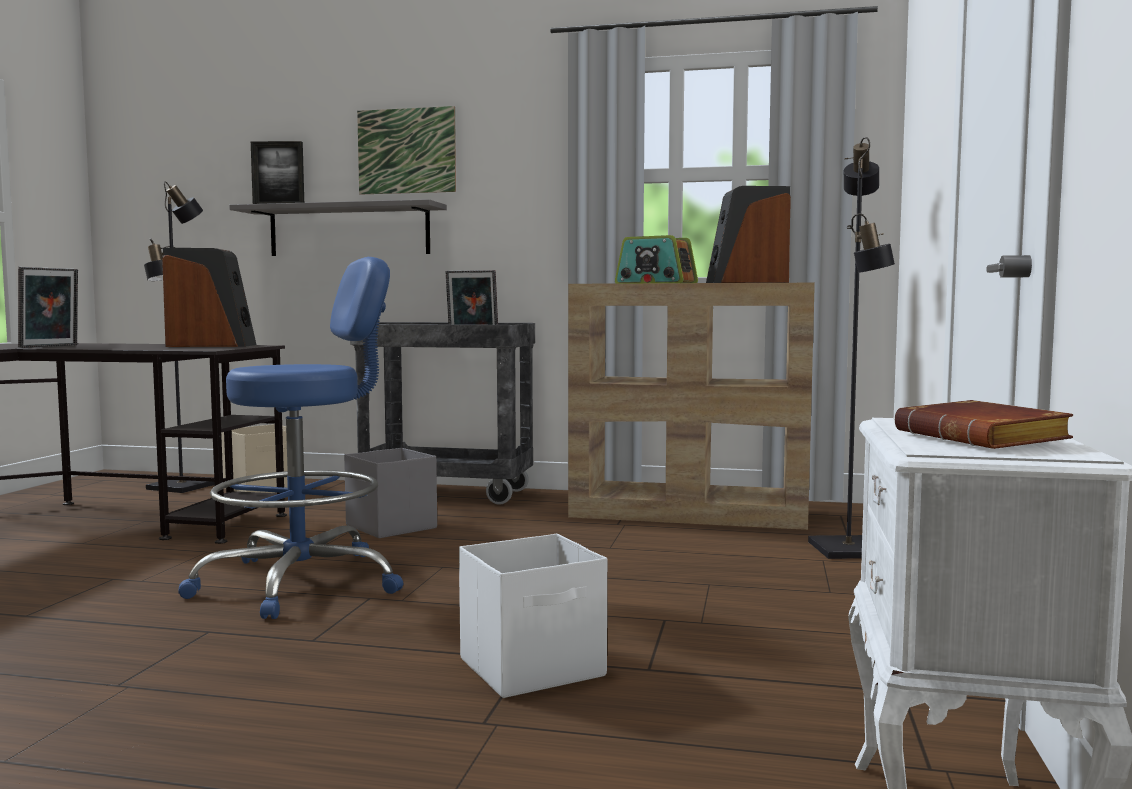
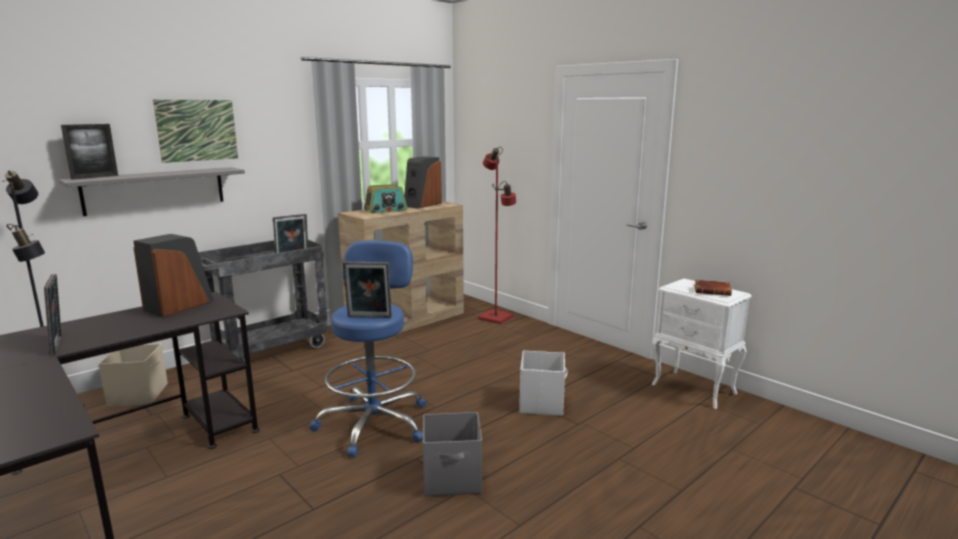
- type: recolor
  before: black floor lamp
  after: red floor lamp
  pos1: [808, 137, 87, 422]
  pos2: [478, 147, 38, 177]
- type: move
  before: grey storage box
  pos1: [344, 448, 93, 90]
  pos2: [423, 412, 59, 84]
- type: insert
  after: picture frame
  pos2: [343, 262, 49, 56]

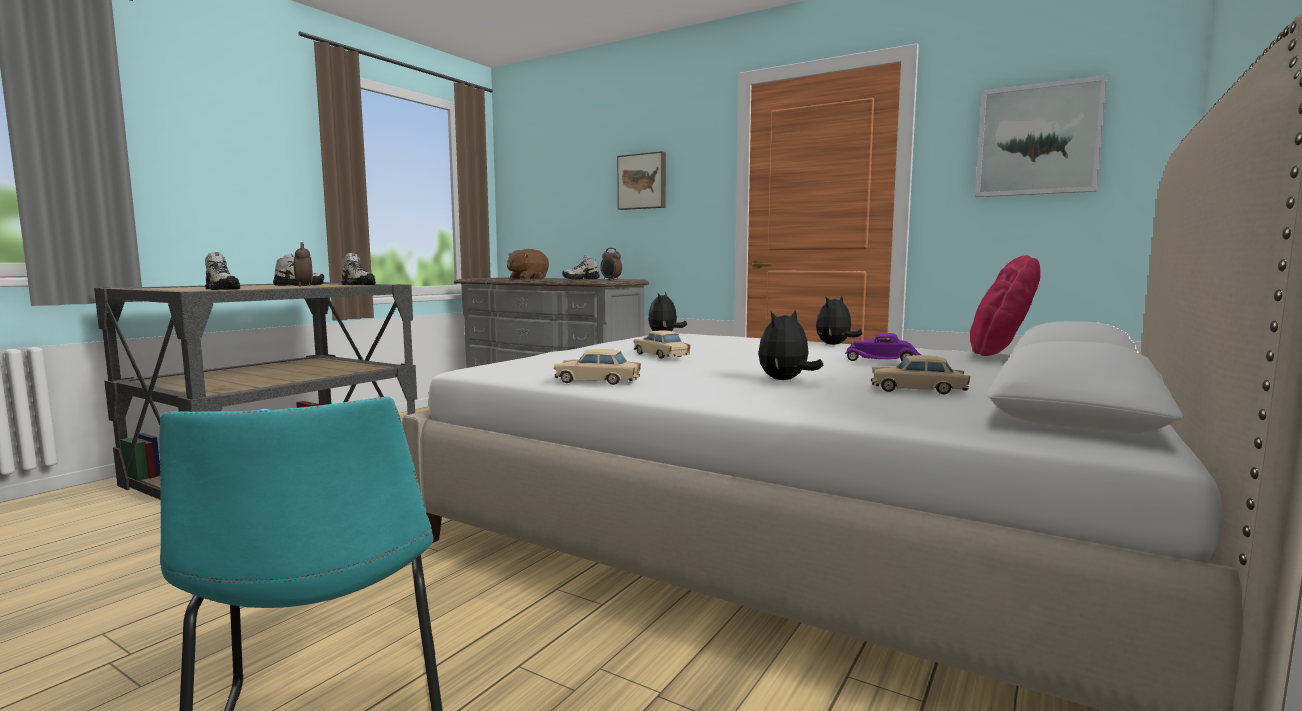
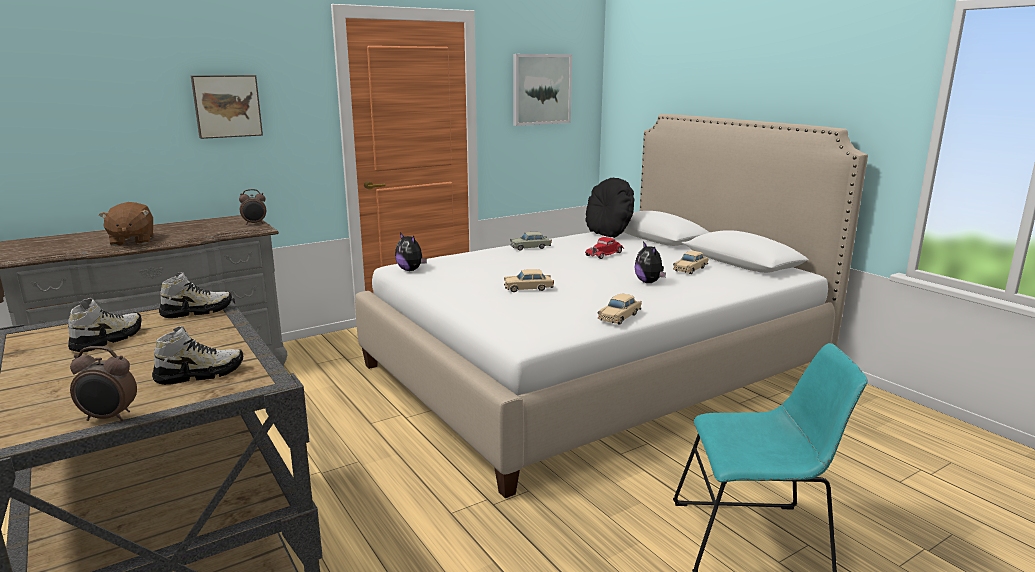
- type: move
  before: alarm clock
  pos1: [294, 242, 19, 45]
  pos2: [70, 346, 67, 75]
- type: delete
  before: shoe
  pos1: [562, 255, 38, 25]
- type: recolor
  before: pink pillow
  after: black pillow
  pos1: [970, 255, 71, 101]
  pos2: [585, 178, 49, 60]
- type: replace
  before: plush toy
  after: beige toy car
  pos1: [816, 295, 46, 50]
  pos2: [510, 232, 42, 18]
- type: recolor
  before: purple toy car
  after: red toy car
  pos1: [845, 333, 76, 28]
  pos2: [585, 237, 39, 22]

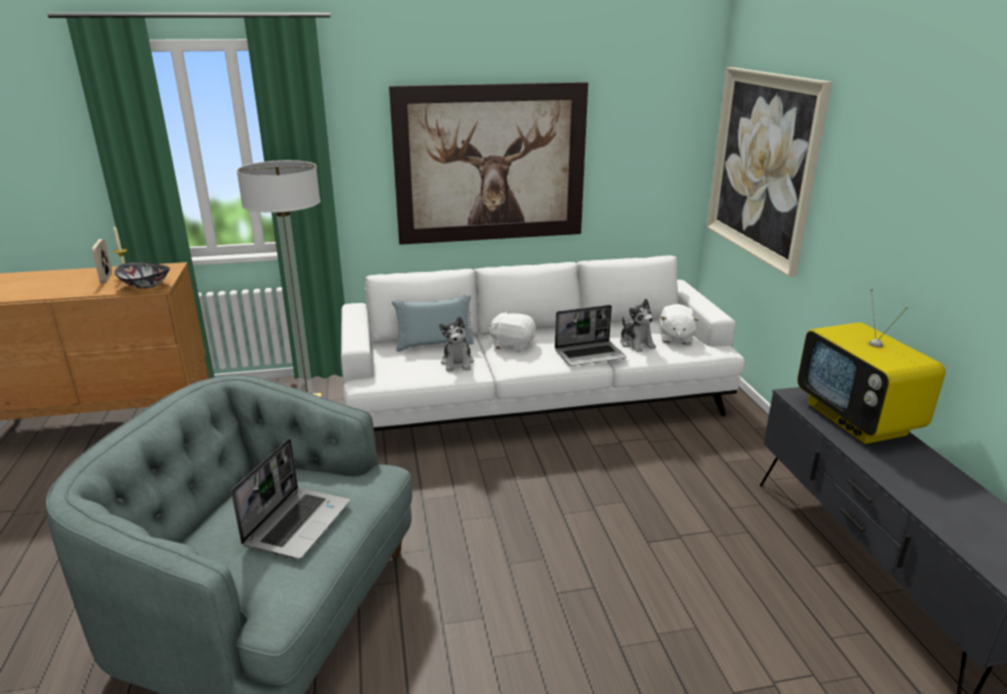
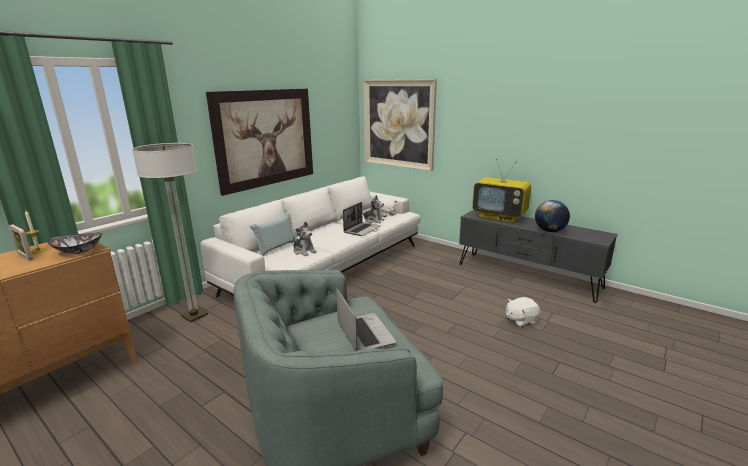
- type: move
  before: white plush toy
  pos1: [488, 311, 48, 41]
  pos2: [506, 297, 34, 30]
- type: insert
  after: globe
  pos2: [535, 200, 35, 32]

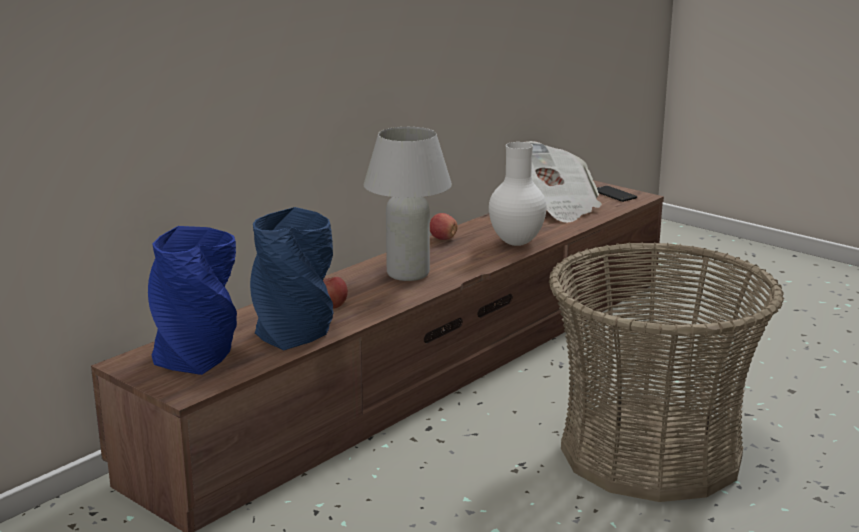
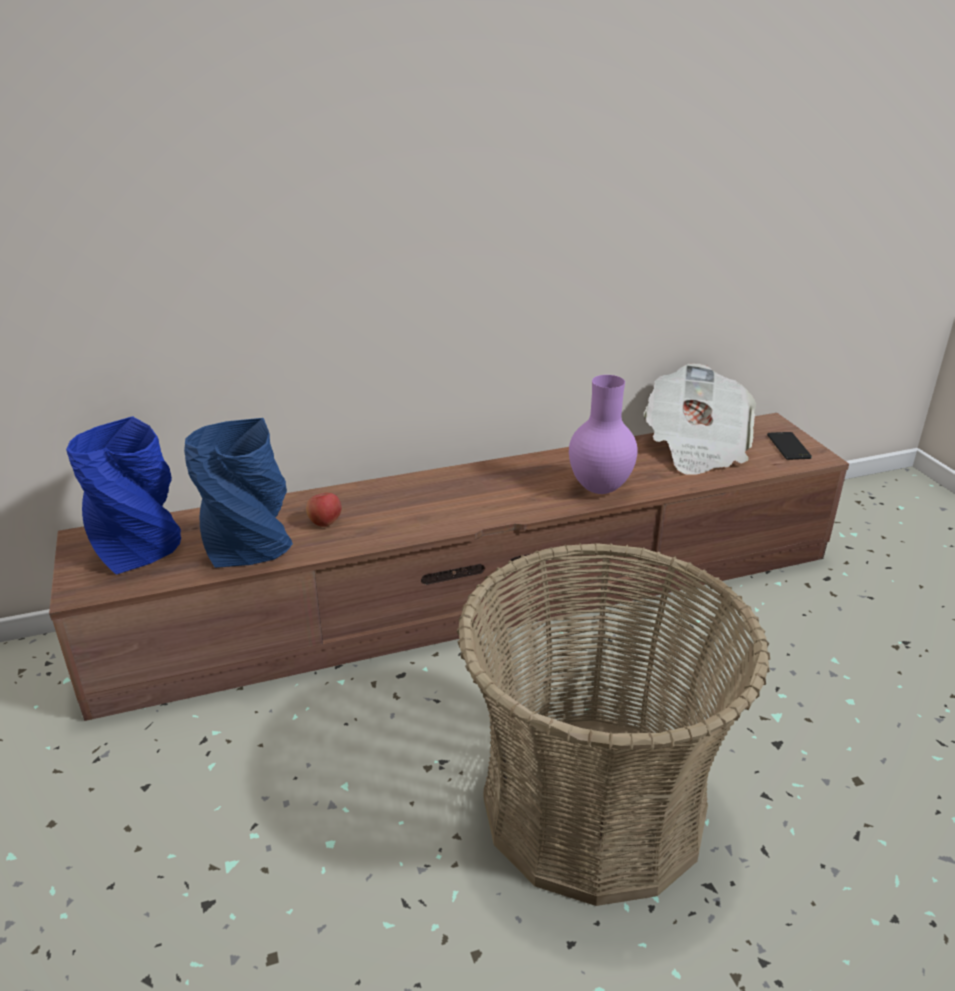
- type: delete
  before: white table lamp
  pos1: [363, 127, 89, 154]
- type: recolor
  before: white vase
  after: purple vase
  pos1: [489, 142, 58, 104]
  pos2: [569, 375, 69, 119]
- type: delete
  before: apple
  pos1: [430, 213, 27, 27]

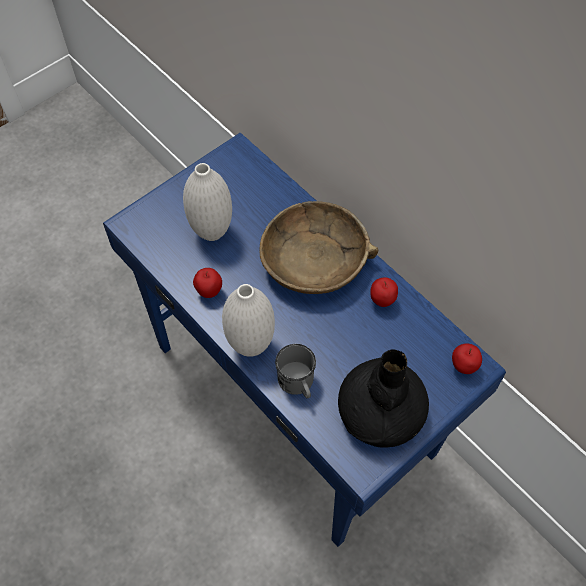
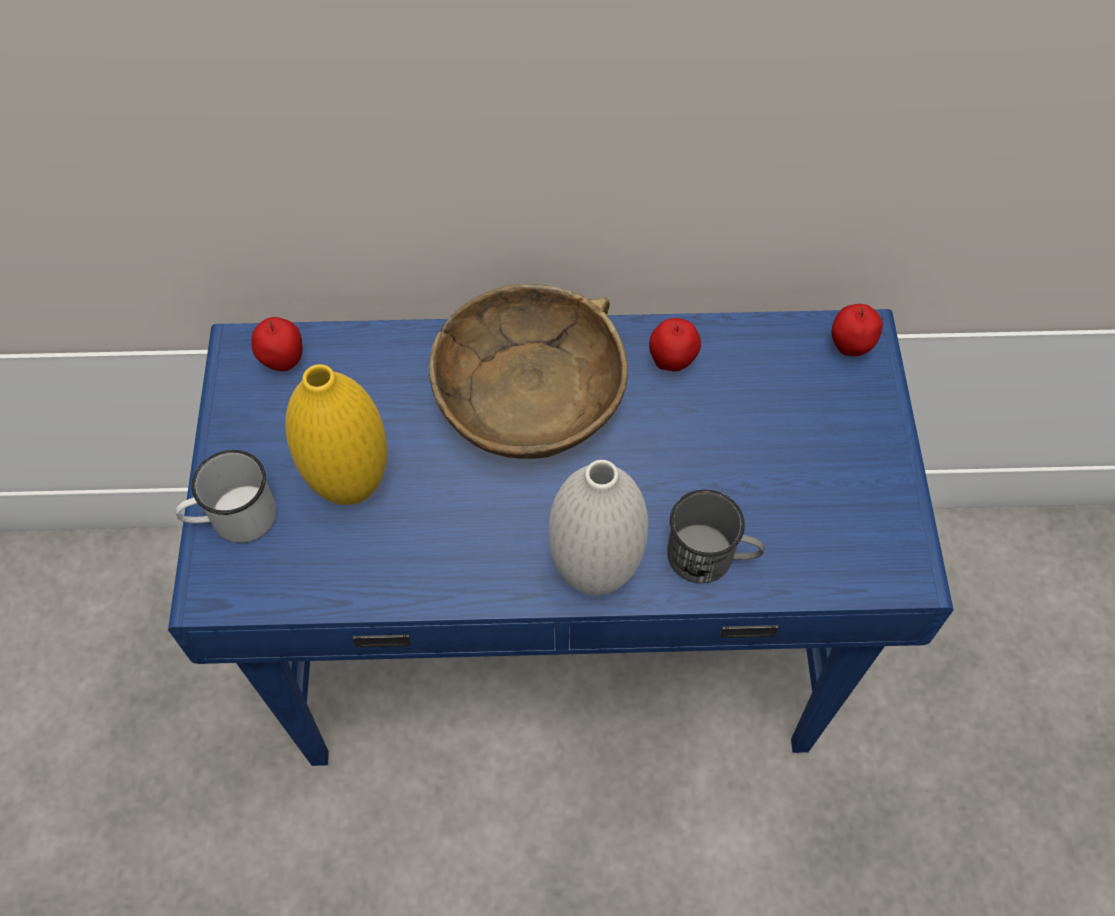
- type: recolor
  before: white vase
  after: yellow vase
  pos1: [183, 163, 49, 78]
  pos2: [285, 364, 102, 141]
- type: move
  before: apple
  pos1: [193, 268, 29, 30]
  pos2: [251, 317, 51, 54]
- type: delete
  before: black vase
  pos1: [338, 350, 91, 98]
- type: insert
  after: white mug
  pos2: [175, 450, 102, 93]

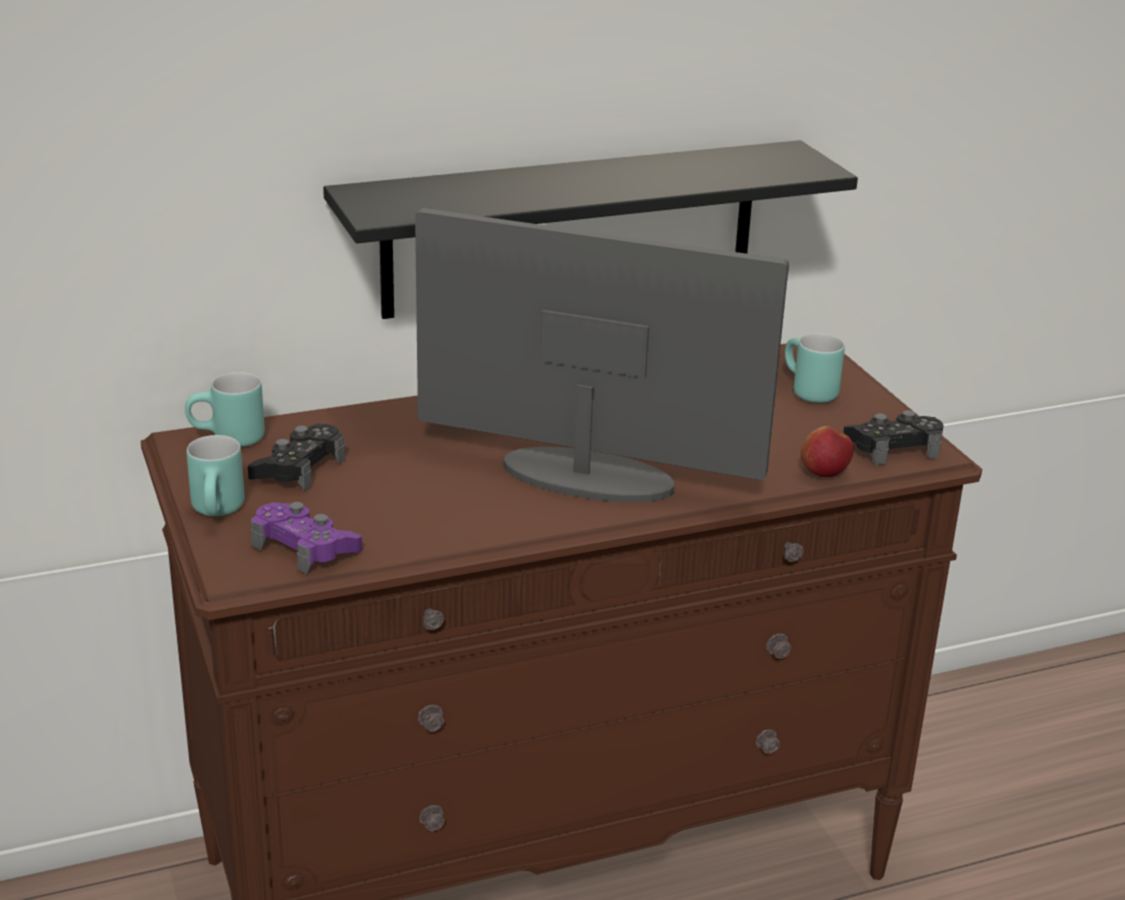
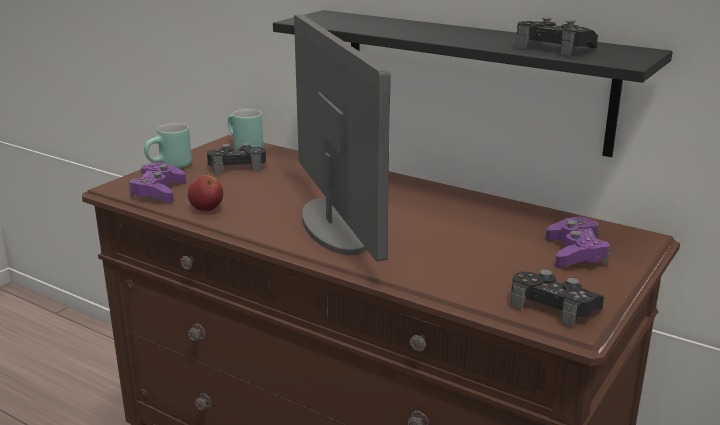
- type: replace
  before: turquoise mug
  after: purple game controller
  pos1: [785, 333, 60, 70]
  pos2: [545, 217, 65, 50]
- type: move
  before: apple
  pos1: [800, 426, 54, 51]
  pos2: [188, 175, 35, 37]
- type: insert
  after: black game controller
  pos2: [516, 17, 82, 39]

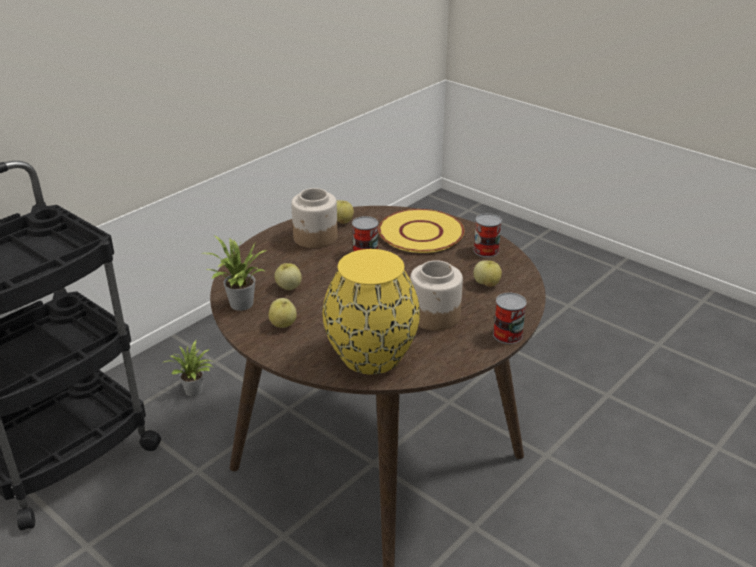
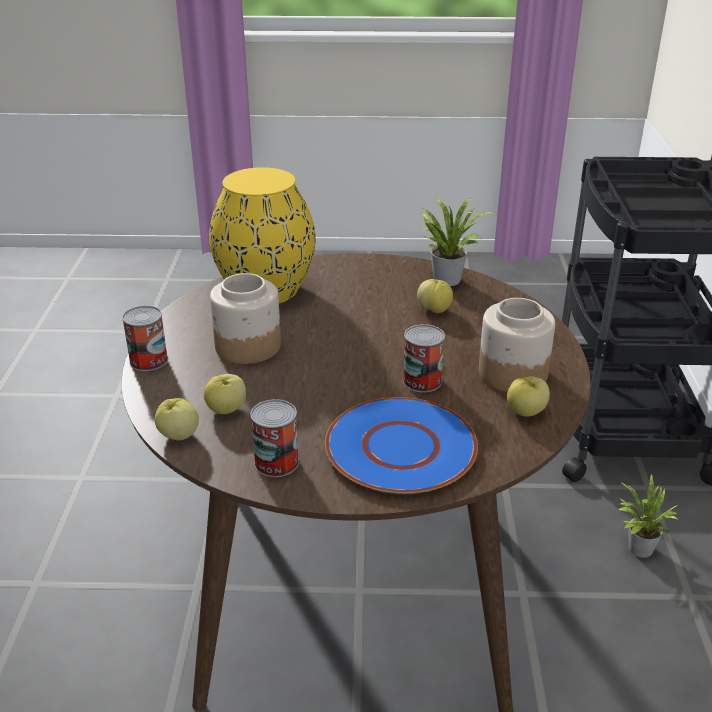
- type: recolor
  before: yellow plate
  after: blue plate
  pos1: [378, 209, 87, 44]
  pos2: [325, 397, 153, 97]
- type: move
  before: apple
  pos1: [269, 298, 28, 30]
  pos2: [155, 398, 44, 42]

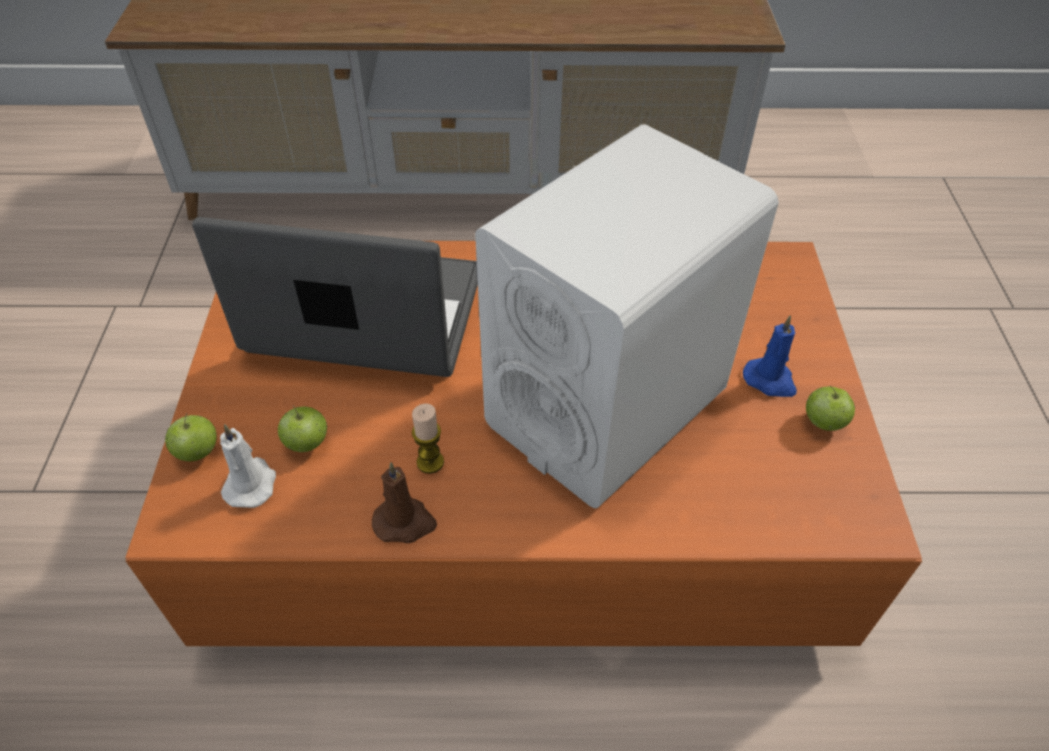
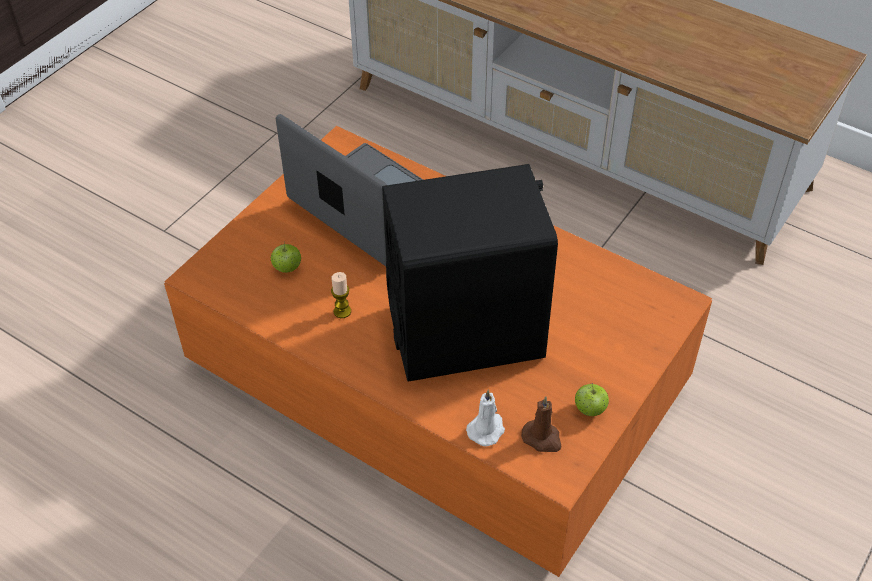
- type: recolor
  before: white speaker
  after: black speaker
  pos1: [475, 124, 304, 384]
  pos2: [382, 164, 176, 218]
- type: delete
  before: blue candle
  pos1: [743, 315, 54, 82]
- type: delete
  before: apple
  pos1: [165, 413, 52, 48]
- type: move
  before: white candle
  pos1: [220, 424, 56, 84]
  pos2: [466, 390, 39, 56]
- type: move
  before: brown candle
  pos1: [372, 462, 65, 81]
  pos2: [521, 396, 41, 56]

